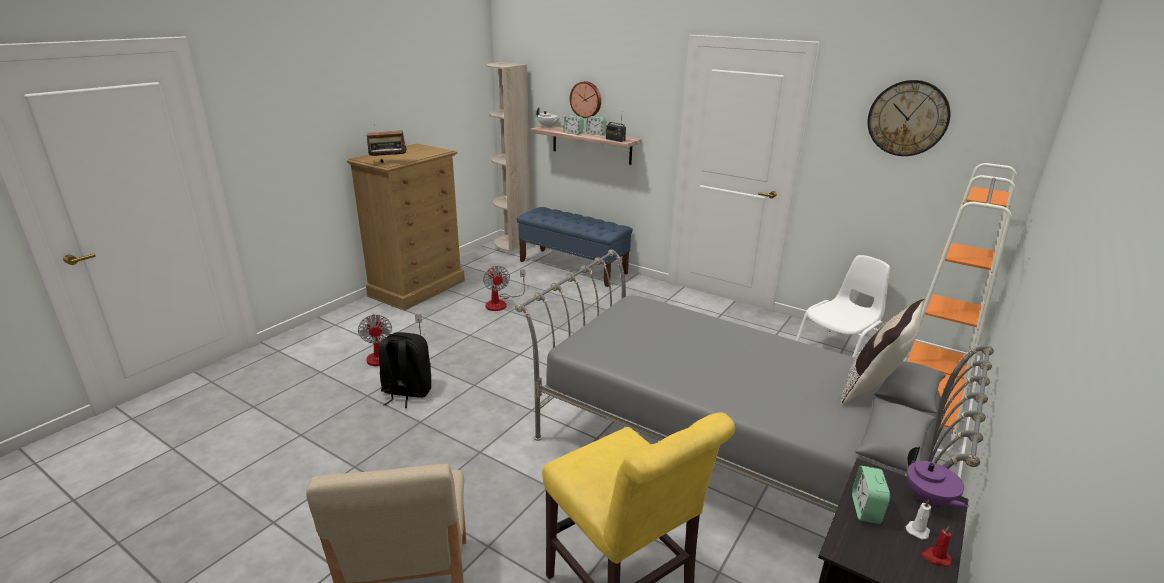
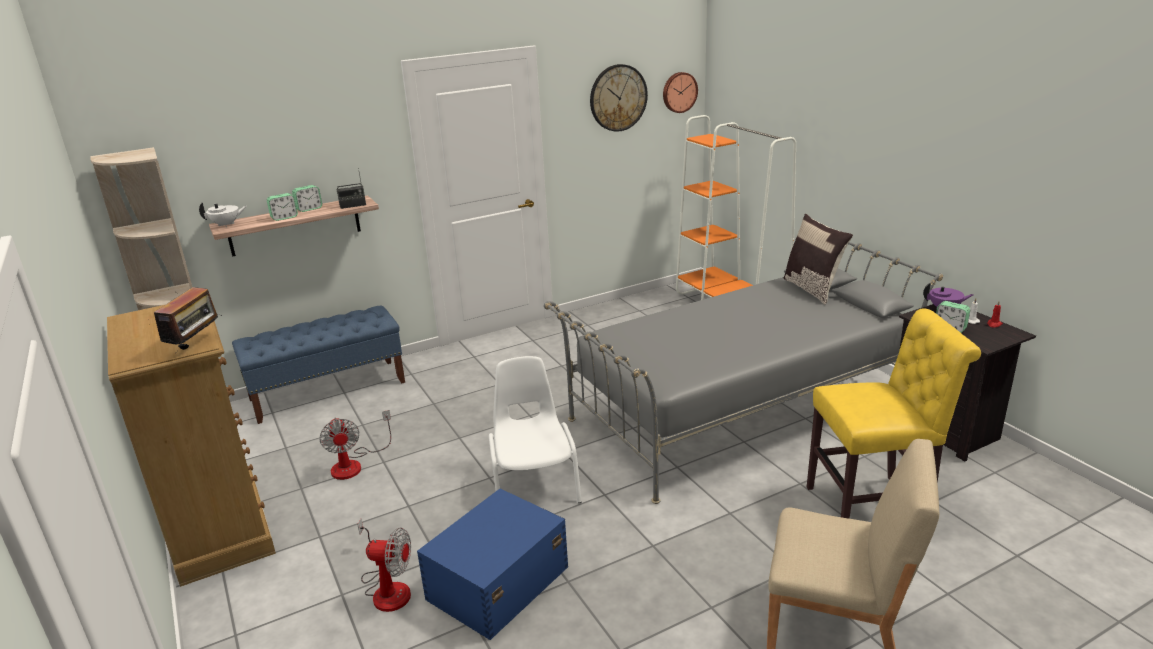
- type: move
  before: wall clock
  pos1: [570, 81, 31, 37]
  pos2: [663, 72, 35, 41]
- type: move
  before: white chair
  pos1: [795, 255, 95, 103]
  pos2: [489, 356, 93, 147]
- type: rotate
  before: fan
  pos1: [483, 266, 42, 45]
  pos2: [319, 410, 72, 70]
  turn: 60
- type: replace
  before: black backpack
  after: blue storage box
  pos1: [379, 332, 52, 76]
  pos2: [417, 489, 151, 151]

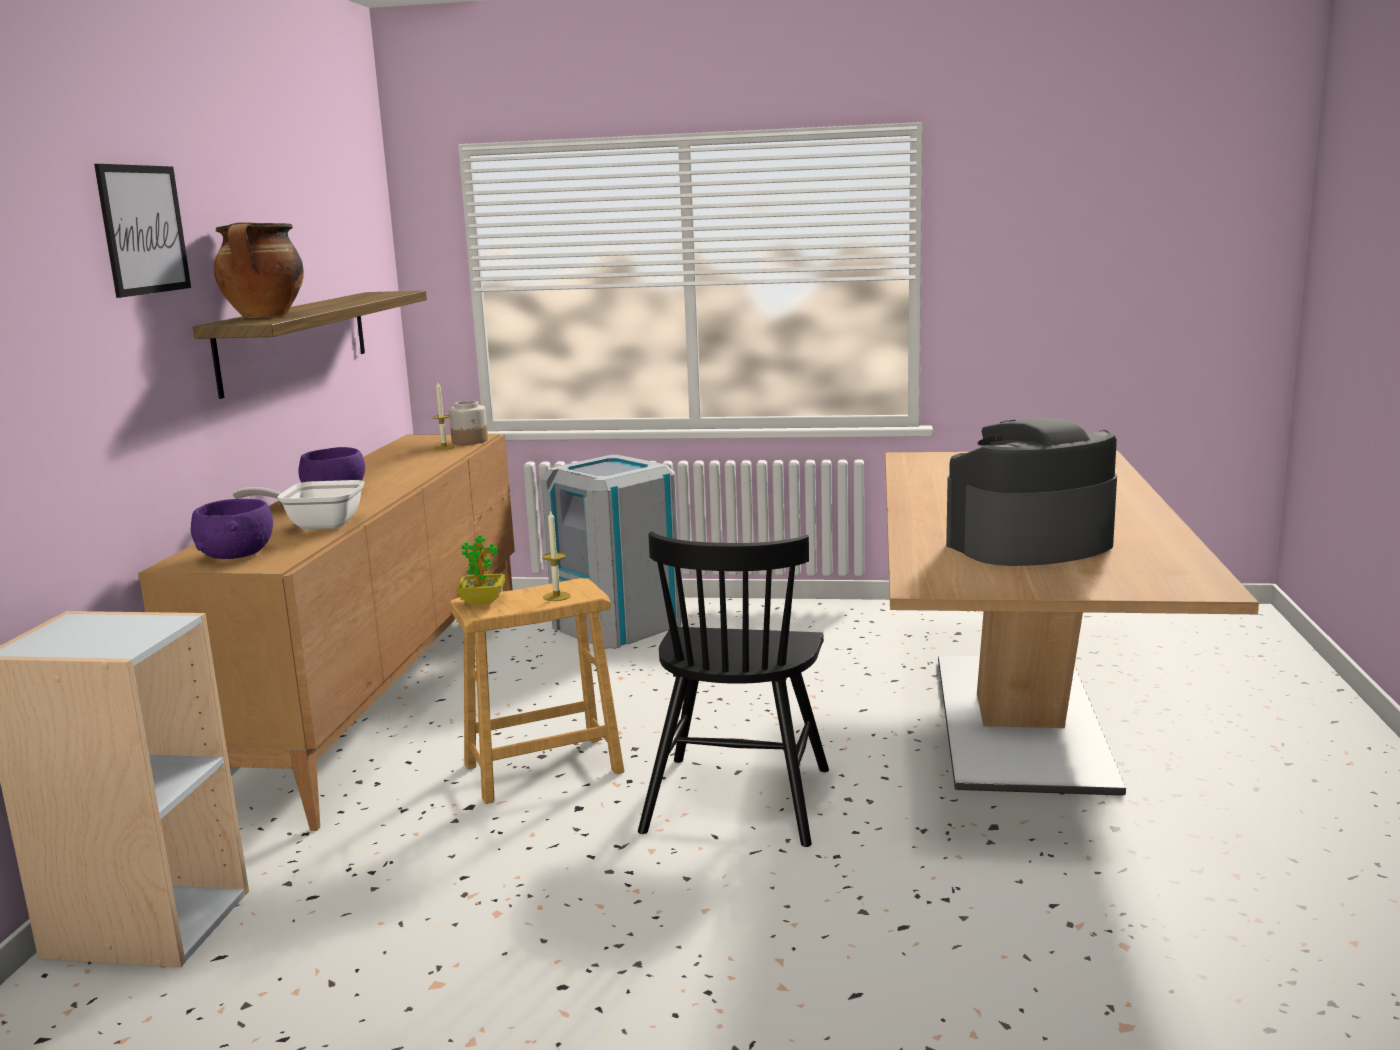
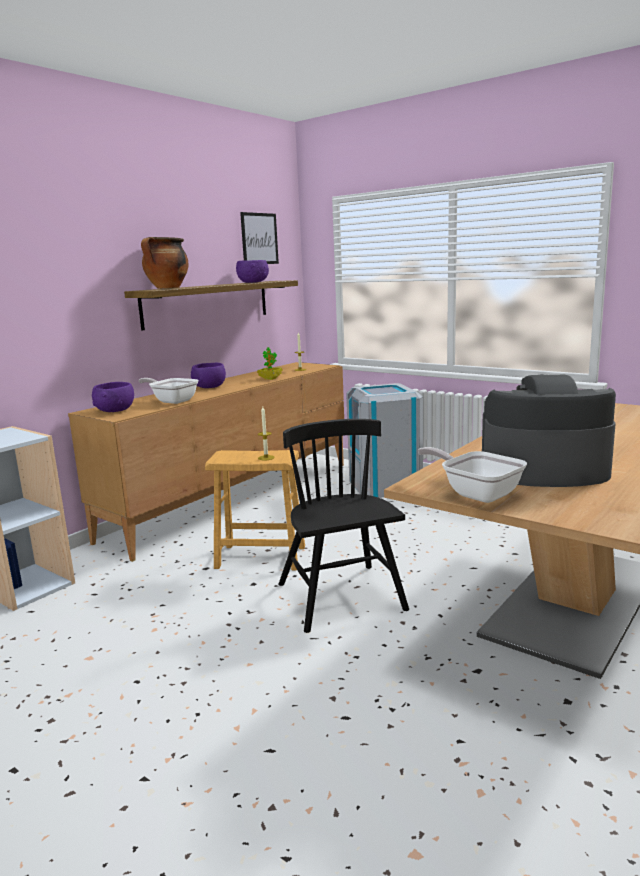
- type: move
  before: picture
  pos1: [94, 164, 97, 134]
  pos2: [240, 212, 39, 52]
- type: delete
  before: jar
  pos1: [449, 401, 39, 44]
- type: rotate
  before: black chair
  pos1: [638, 531, 191, 316]
  pos2: [278, 419, 131, 214]
  turn: 120
- type: move
  before: potted plant
  pos1: [456, 535, 49, 70]
  pos2: [257, 347, 26, 33]
- type: insert
  after: purple bowl
  pos2: [236, 260, 33, 23]
- type: insert
  after: frying pan
  pos2: [418, 447, 109, 56]

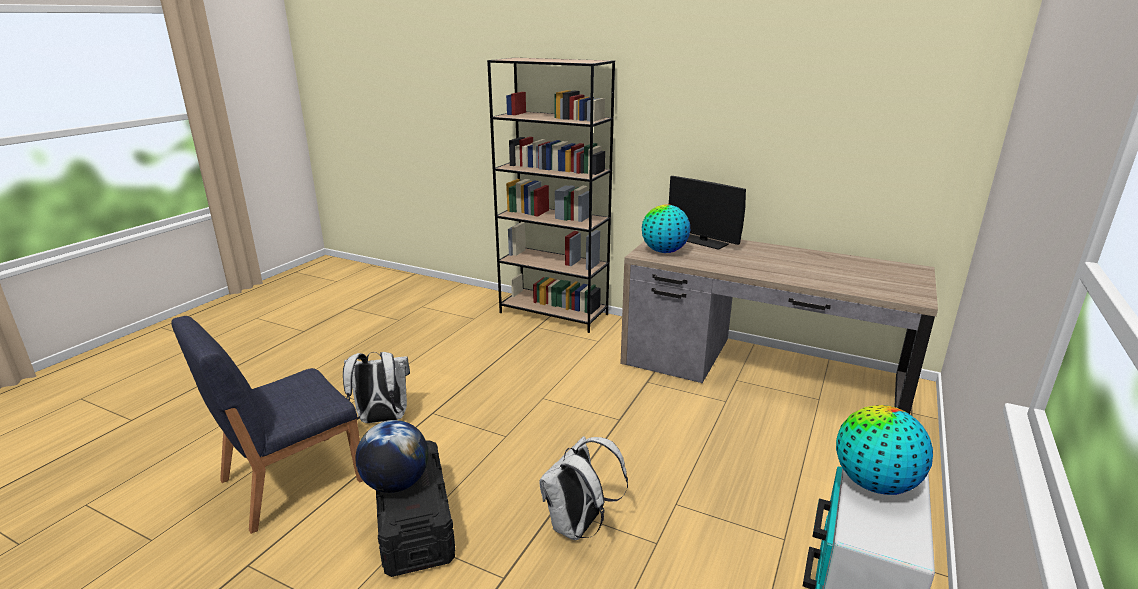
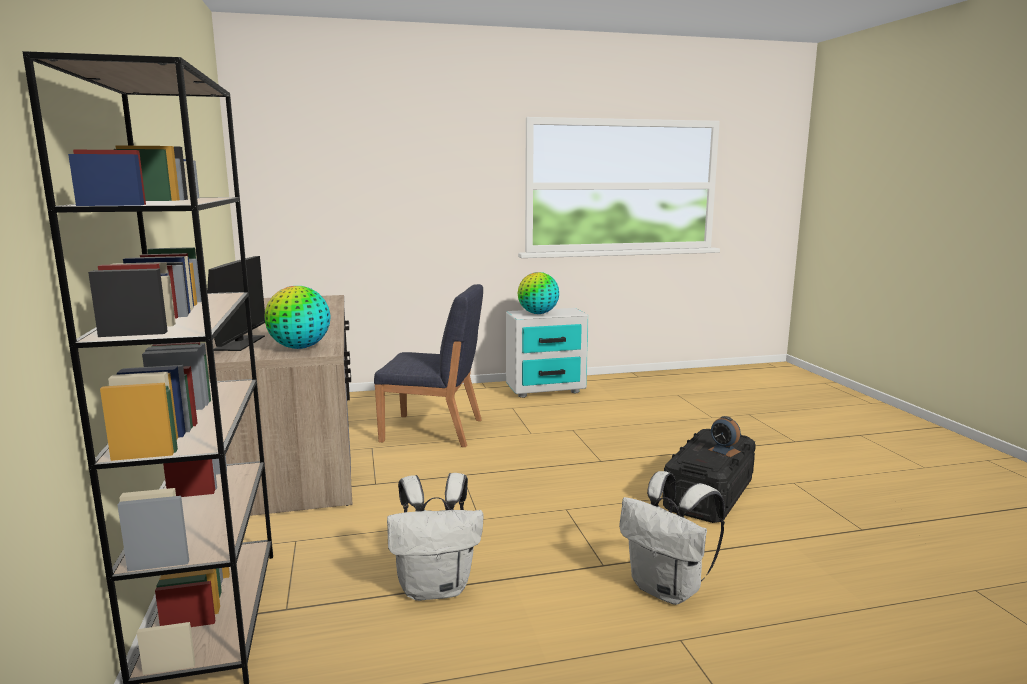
- type: move
  before: blue chair
  pos1: [171, 316, 192, 218]
  pos2: [374, 284, 109, 163]
- type: replace
  before: globe
  after: alarm clock
  pos1: [355, 420, 74, 73]
  pos2: [708, 416, 33, 41]
- type: move
  before: white backpack
  pos1: [539, 436, 89, 104]
  pos2: [387, 473, 97, 128]

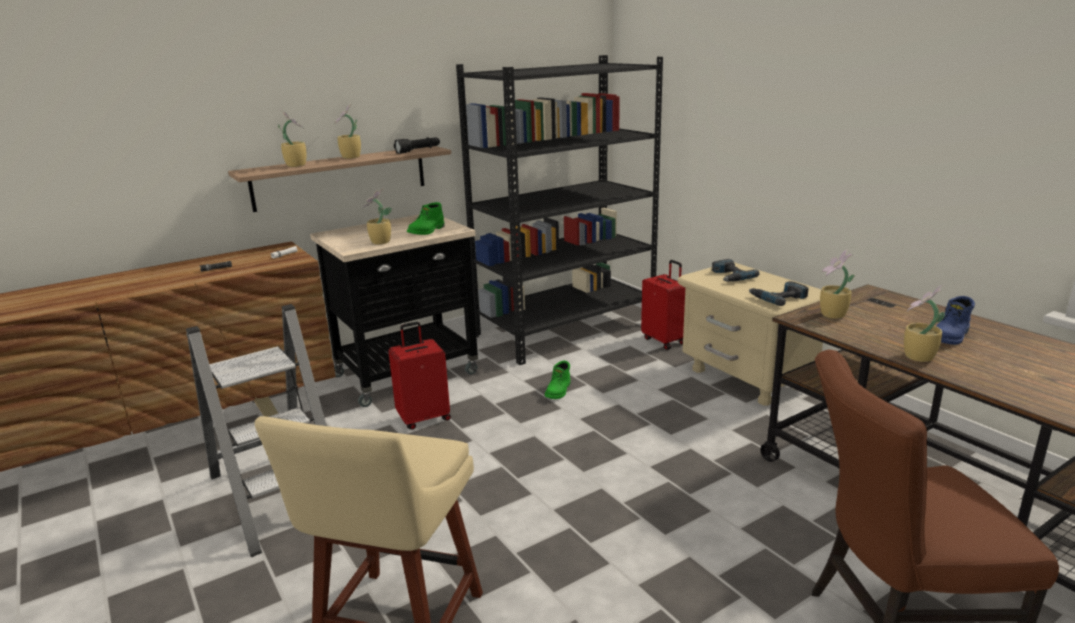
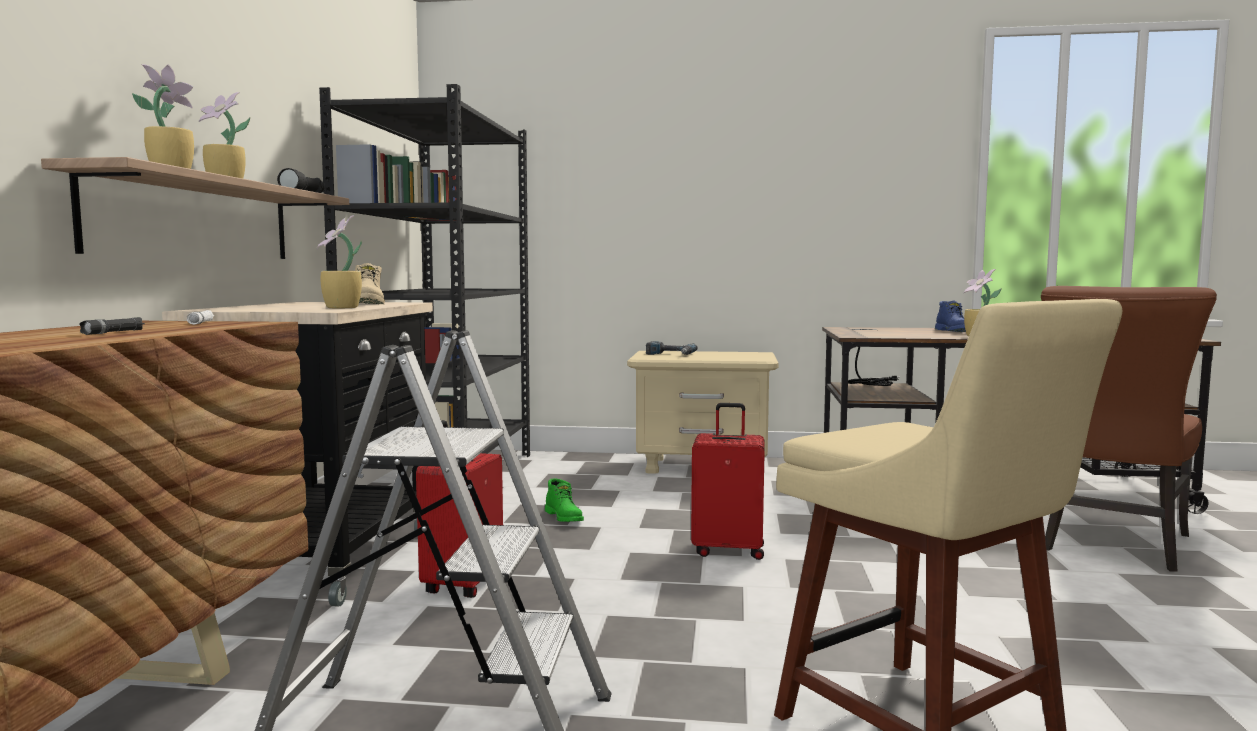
- type: recolor
  before: green boot
  after: beige boot
  pos1: [407, 202, 38, 33]
  pos2: [355, 263, 30, 41]
- type: delete
  before: potted plant
  pos1: [820, 249, 35, 70]
- type: move
  before: red suitcase
  pos1: [641, 260, 44, 90]
  pos2: [691, 403, 74, 157]
- type: delete
  before: power drill
  pos1: [749, 281, 59, 25]

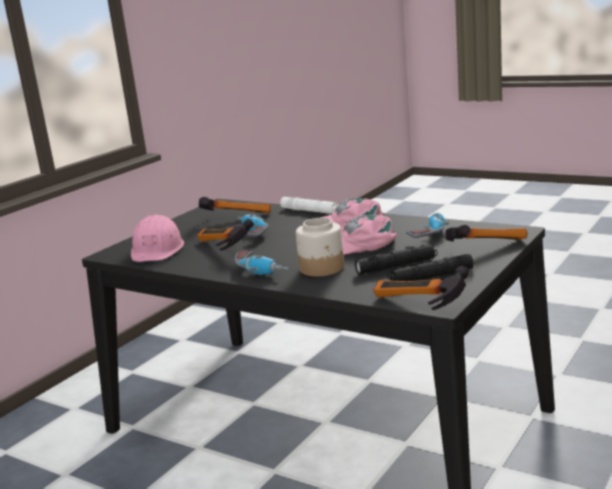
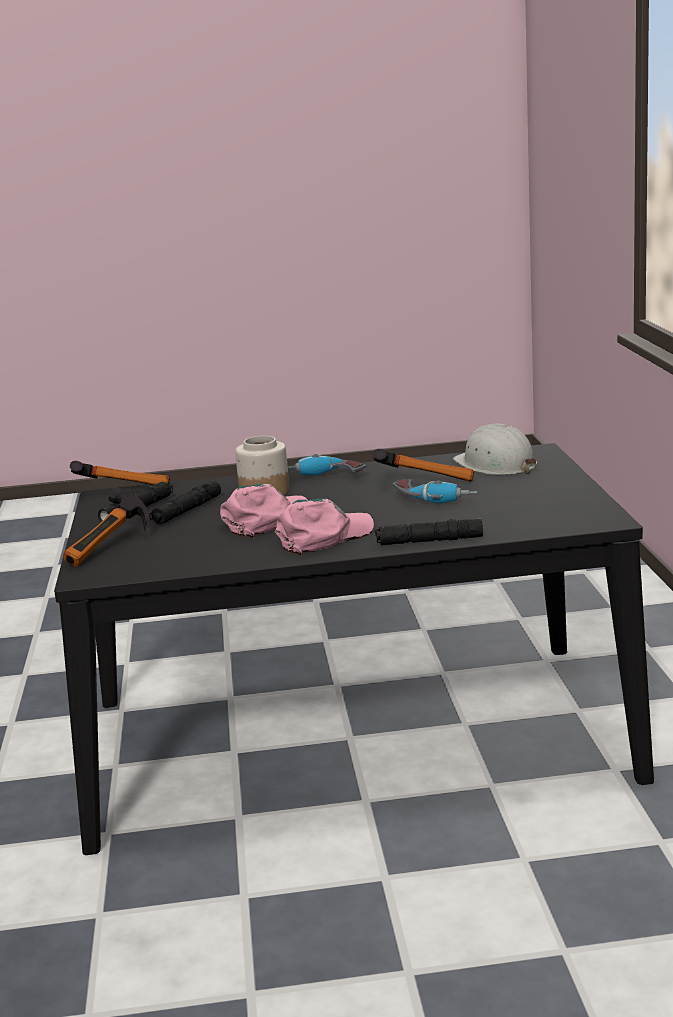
- type: delete
  before: hammer
  pos1: [199, 197, 72, 16]
- type: recolor
  before: white flashlight
  after: black flashlight
  pos1: [280, 197, 60, 17]
  pos2: [375, 519, 108, 26]
- type: delete
  before: power drill
  pos1: [406, 213, 43, 25]
- type: recolor
  before: pink hard hat
  after: white hard hat
  pos1: [131, 215, 53, 47]
  pos2: [453, 423, 84, 52]

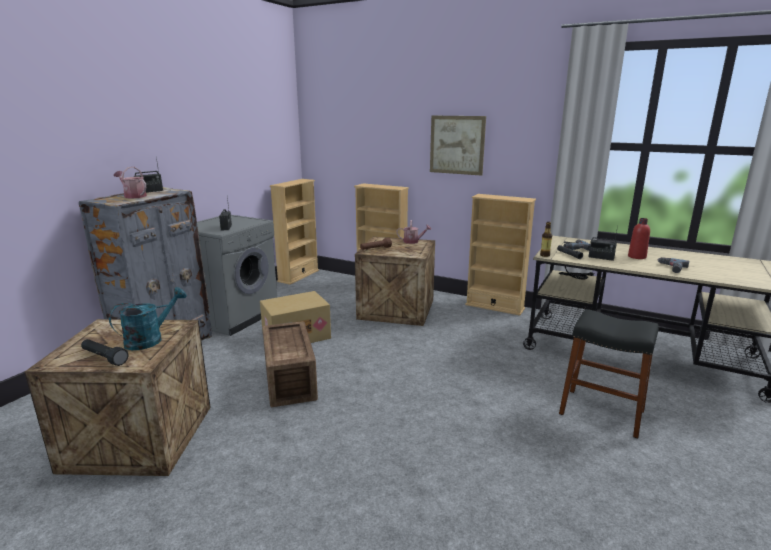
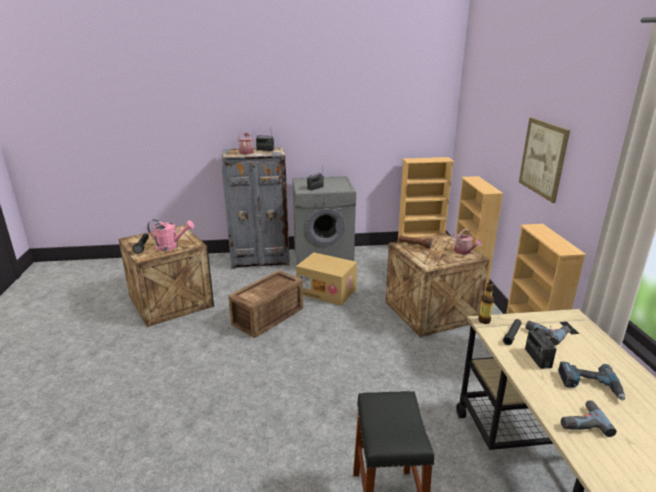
- type: replace
  before: red bottle
  after: power drill
  pos1: [628, 218, 22, 41]
  pos2: [558, 362, 67, 38]
- type: recolor
  before: turquoise watering can
  after: pink watering can
  pos1: [109, 287, 78, 63]
  pos2: [147, 220, 47, 31]

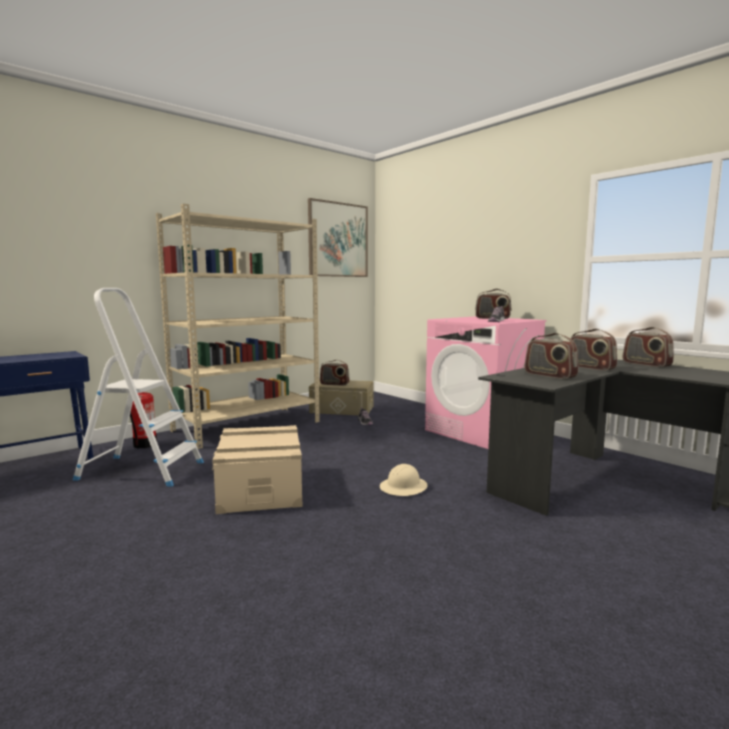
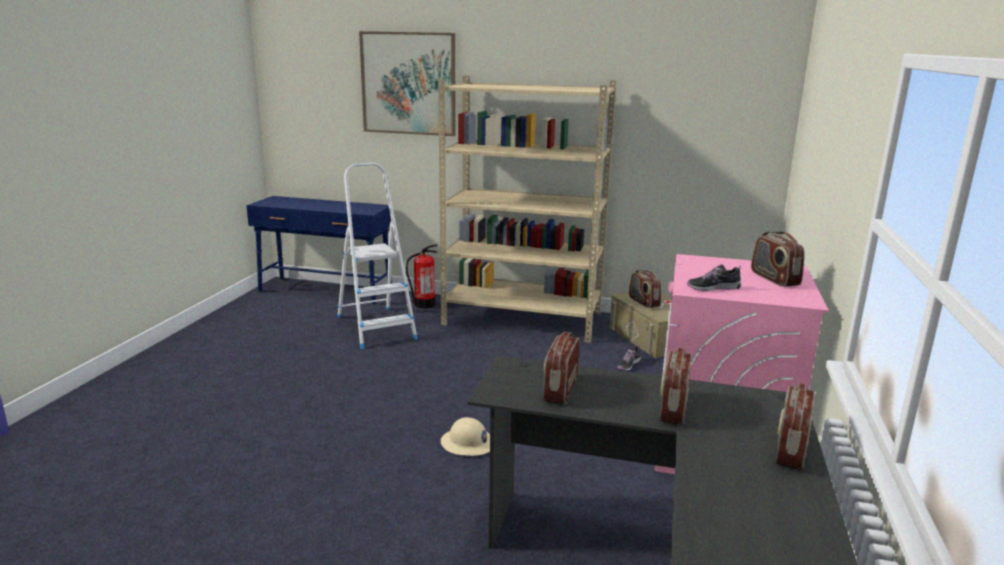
- type: move
  before: picture
  pos1: [308, 198, 60, 79]
  pos2: [359, 31, 97, 105]
- type: delete
  before: beige storage box
  pos1: [212, 425, 90, 89]

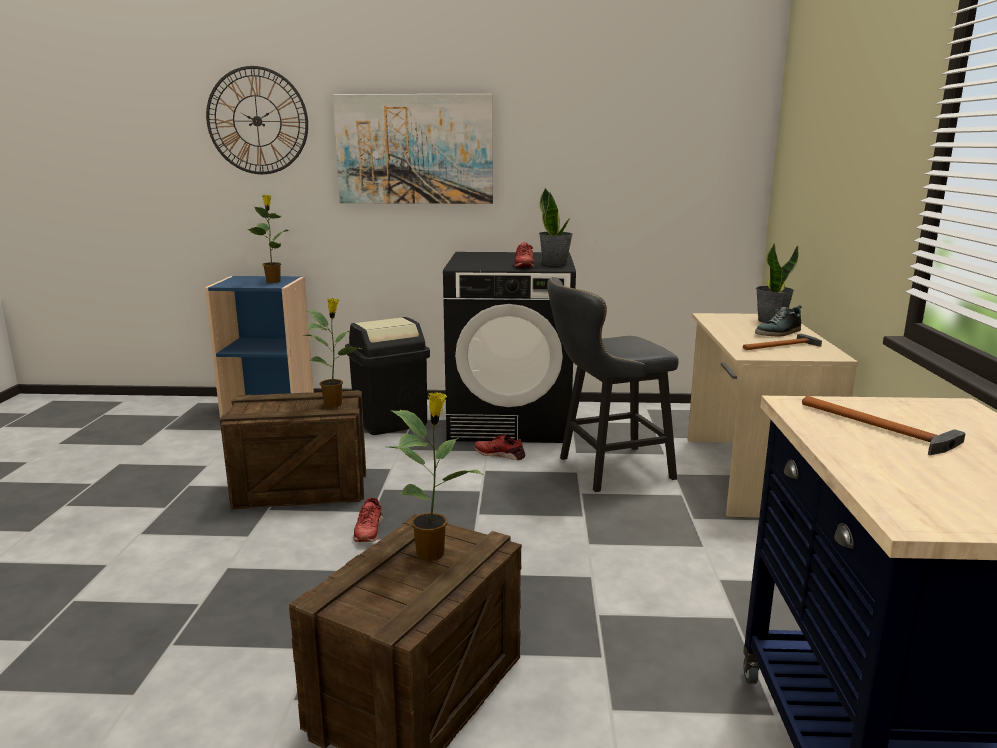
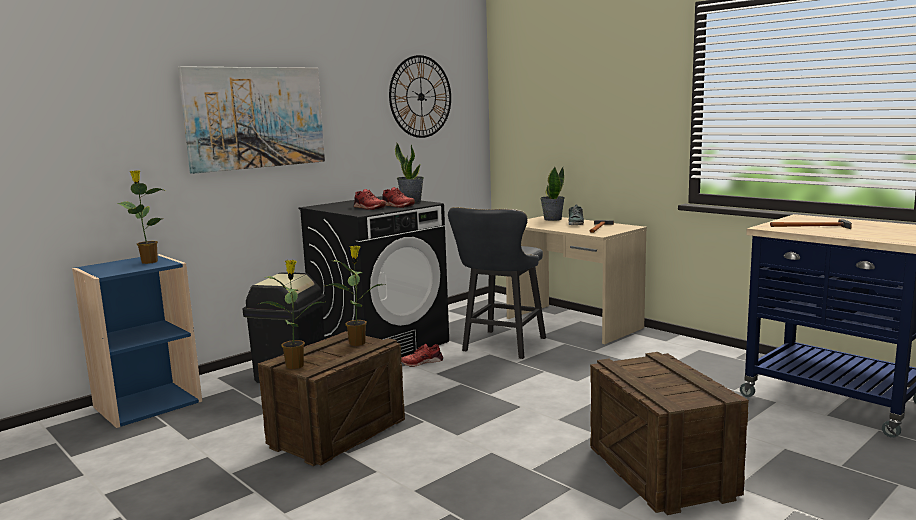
- type: move
  before: wall clock
  pos1: [206, 66, 102, 108]
  pos2: [389, 55, 62, 83]
- type: move
  before: potted plant
  pos1: [389, 392, 95, 169]
  pos2: [260, 260, 63, 109]
- type: move
  before: red shoe
  pos1: [353, 498, 30, 44]
  pos2: [354, 189, 32, 21]

